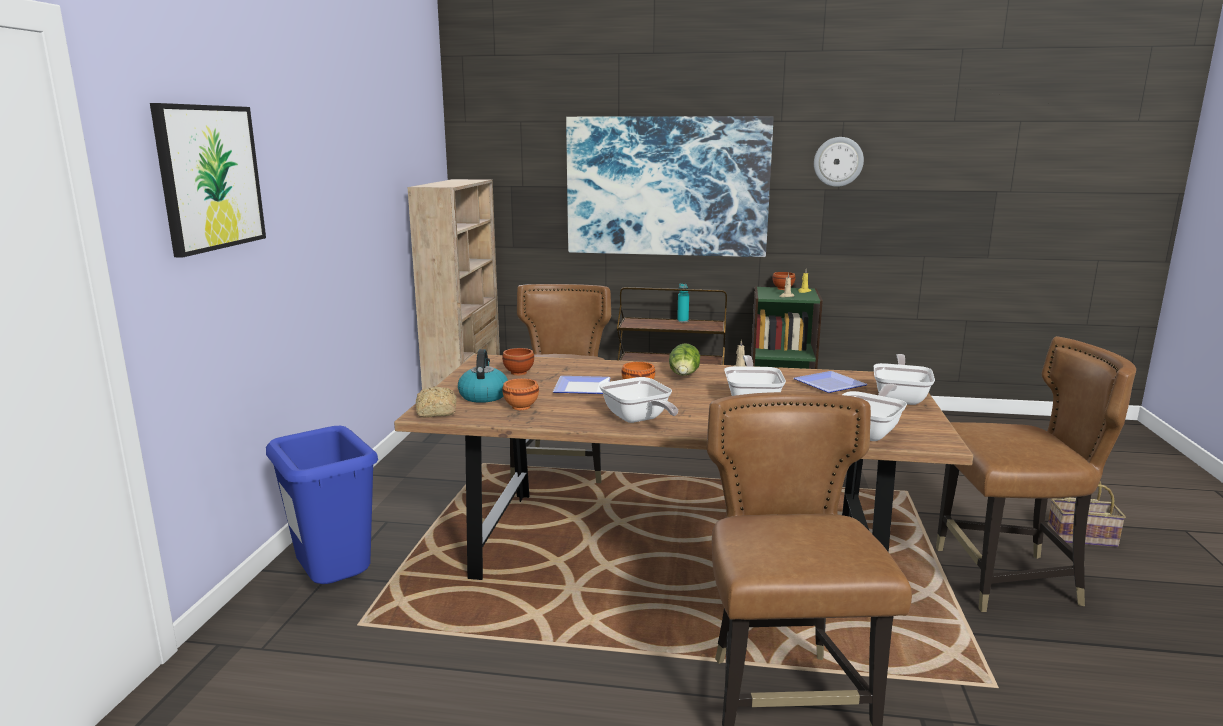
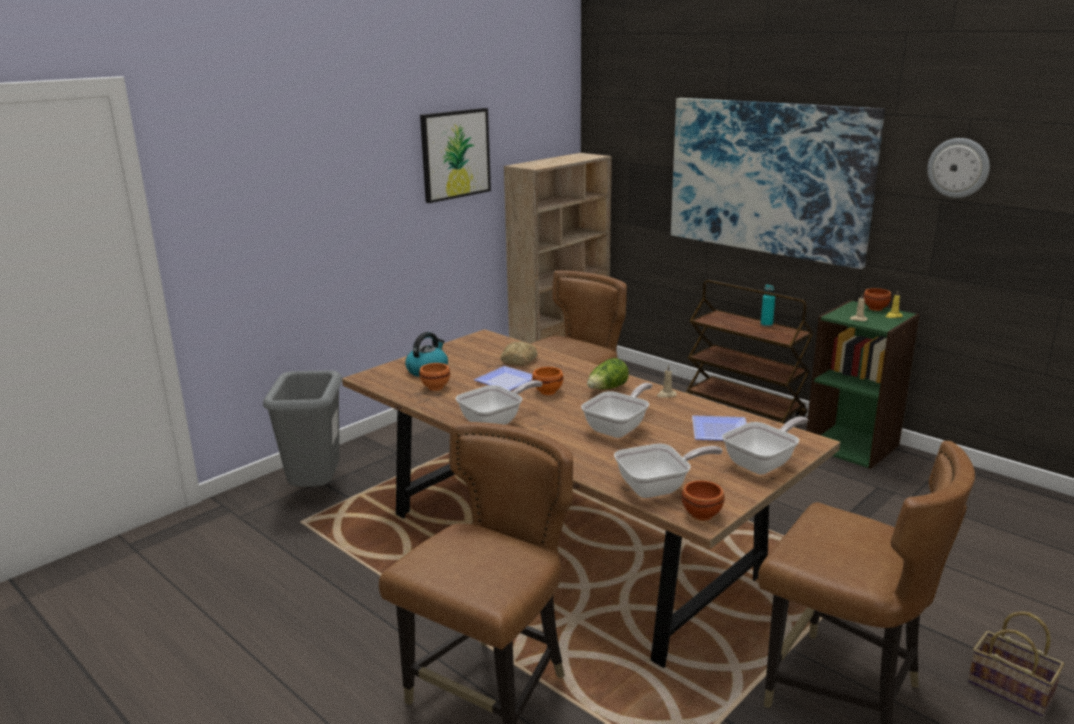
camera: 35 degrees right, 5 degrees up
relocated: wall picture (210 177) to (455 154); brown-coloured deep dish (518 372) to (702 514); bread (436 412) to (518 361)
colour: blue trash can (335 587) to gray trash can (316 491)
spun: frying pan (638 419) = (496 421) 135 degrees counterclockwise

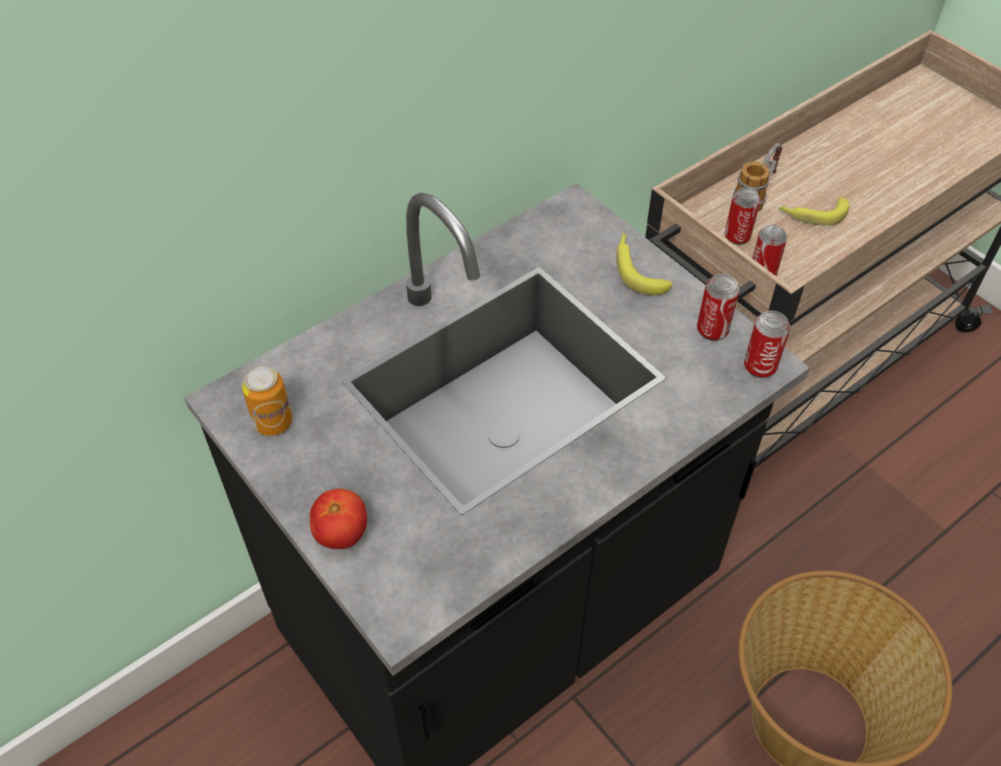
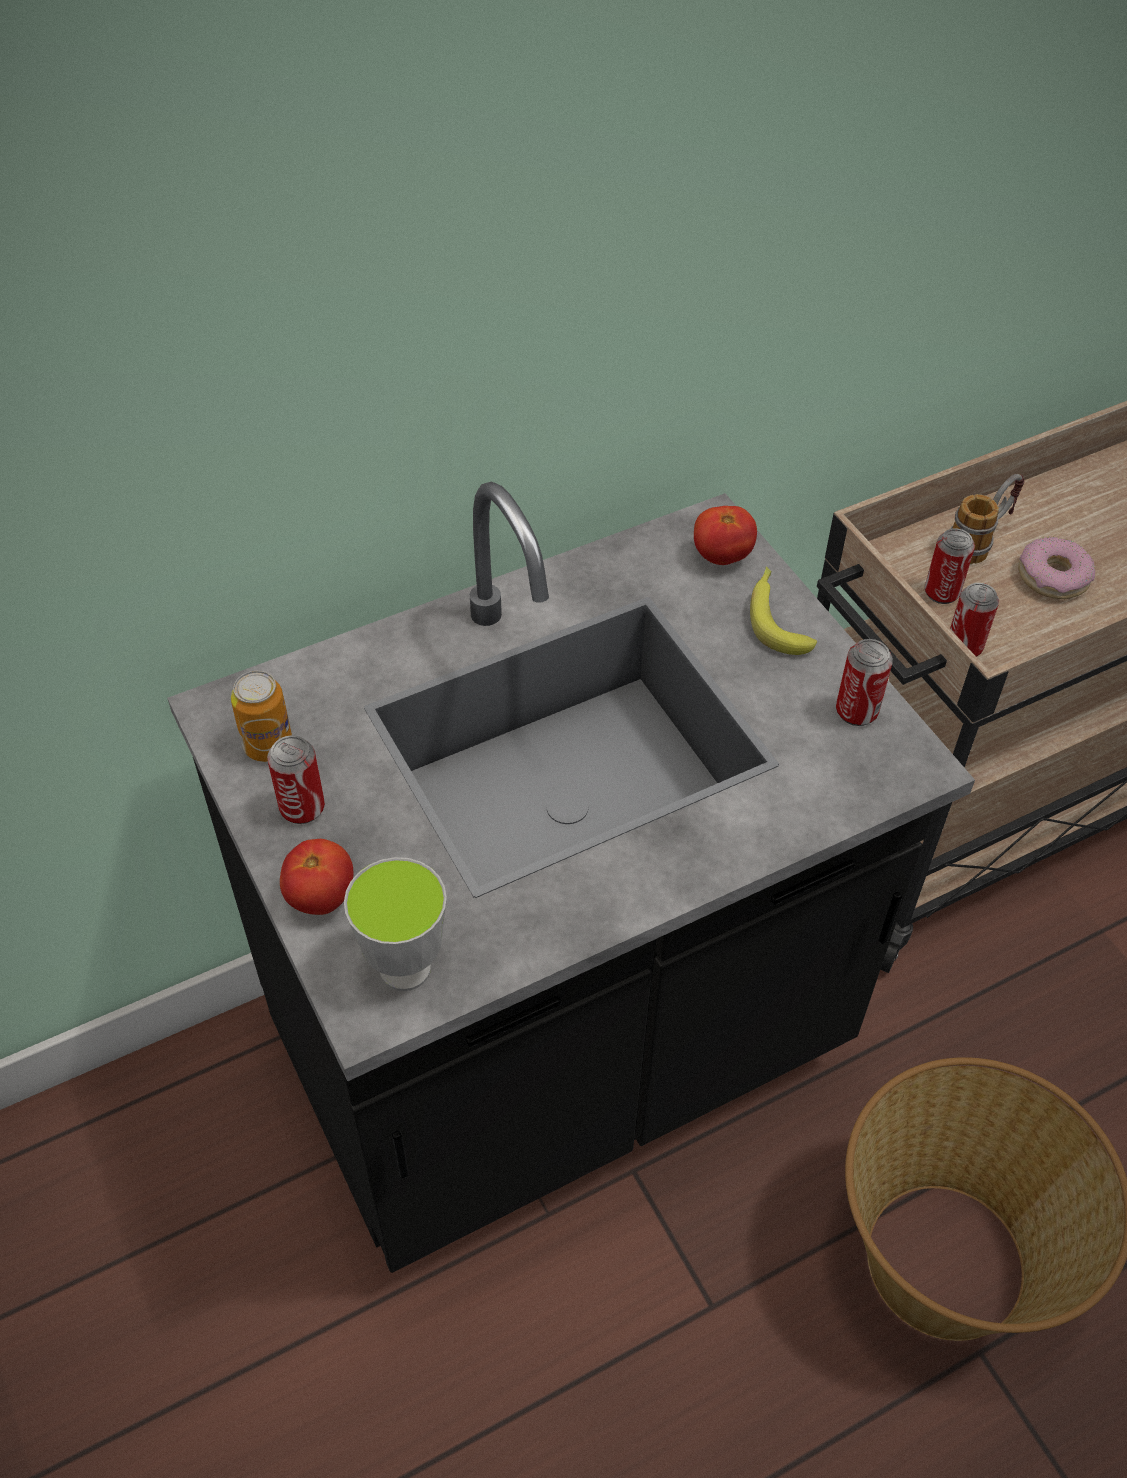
camera: 10 degrees right, 0 degrees up
appeared: tomato (722 556); cup (405 968)
relocated: sealed can (760 367) to (302 808)
exchanged: whole banana (812 214) to ring doughnut (1052 577)

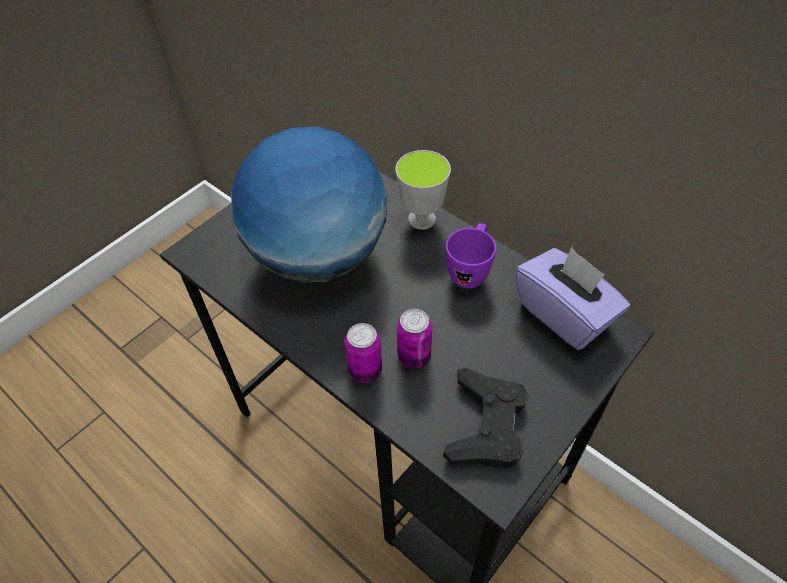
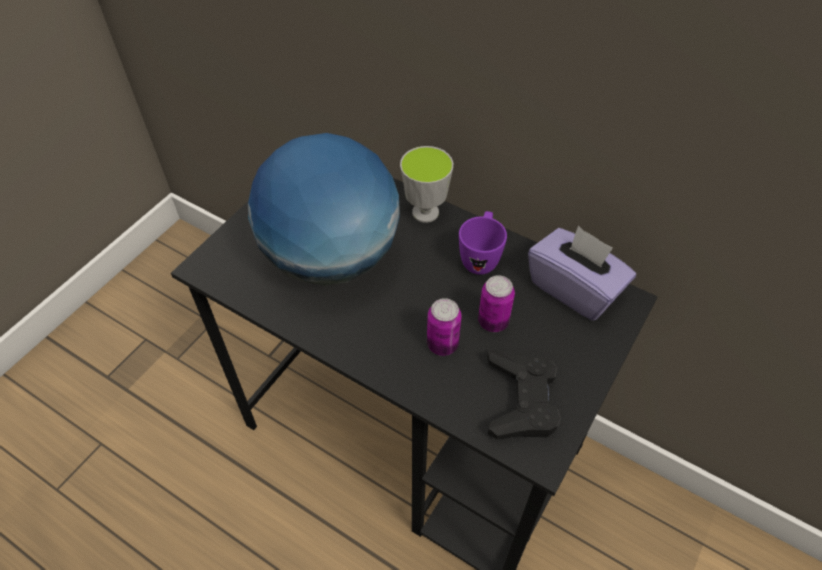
camera: 10 degrees left, 0 degrees up
relocated: sealed can (365 370) to (493 321)

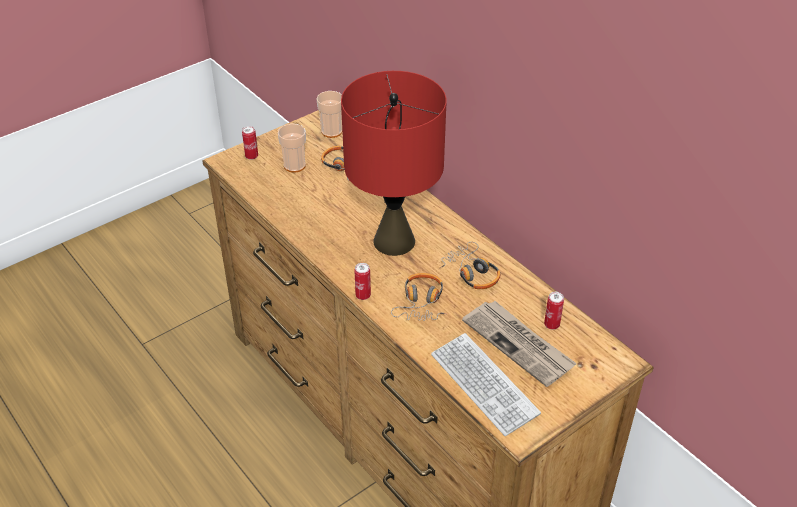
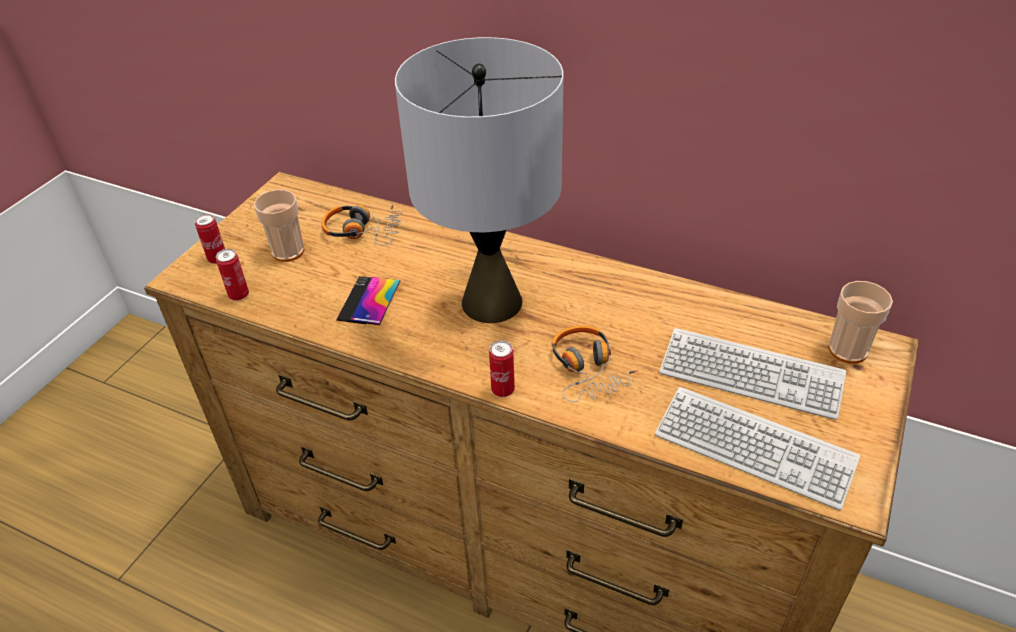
camera: 25 degrees left, 0 degrees up
missing: headset (471 272)
appeared: telephone (369 300)
relocated: cup (331 131) to (847 350); sealed can (551 325) to (239 295)
exchanged: daily paper (519 344) to keyboard (750 375)
colour: red tabletop lamp (393 241) to gray tabletop lamp (491 302)

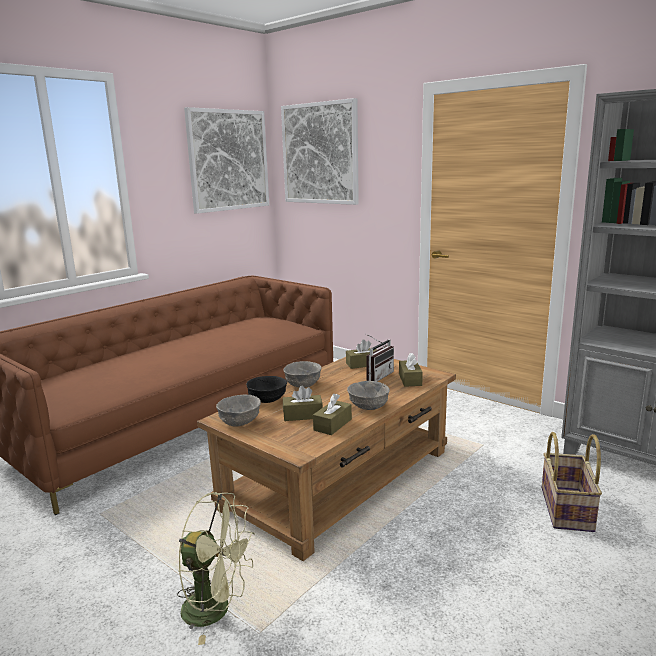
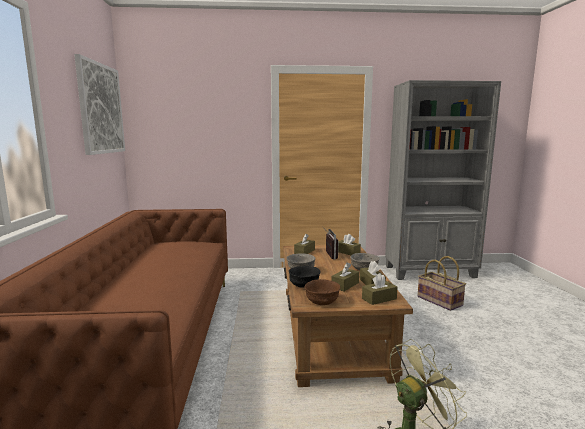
camera: 45 degrees left, 5 degrees down
missing: wall picture (320 153)
appeared: brown-coloured tissue box (379 299)
colour: gray deep dish (240 422) to brown-coloured deep dish (322 302)

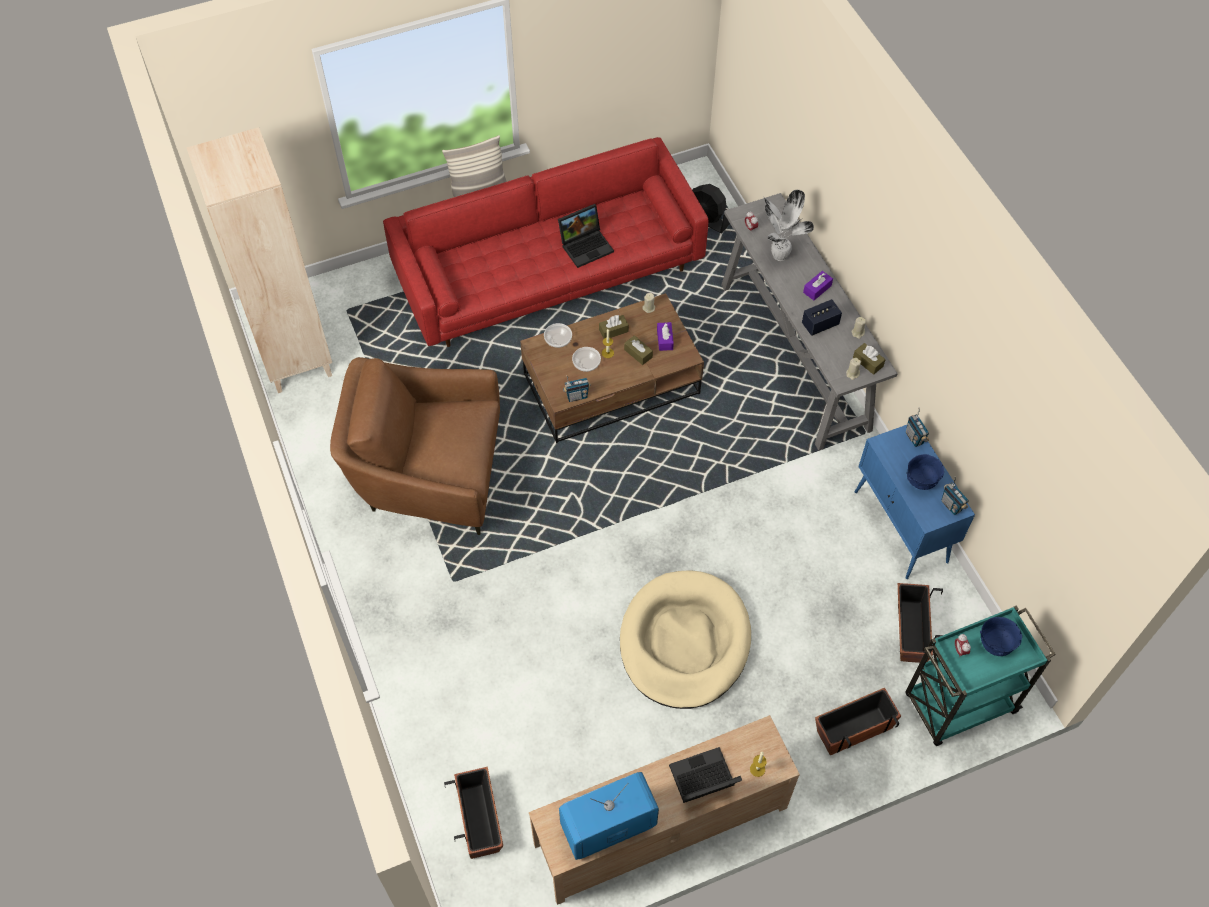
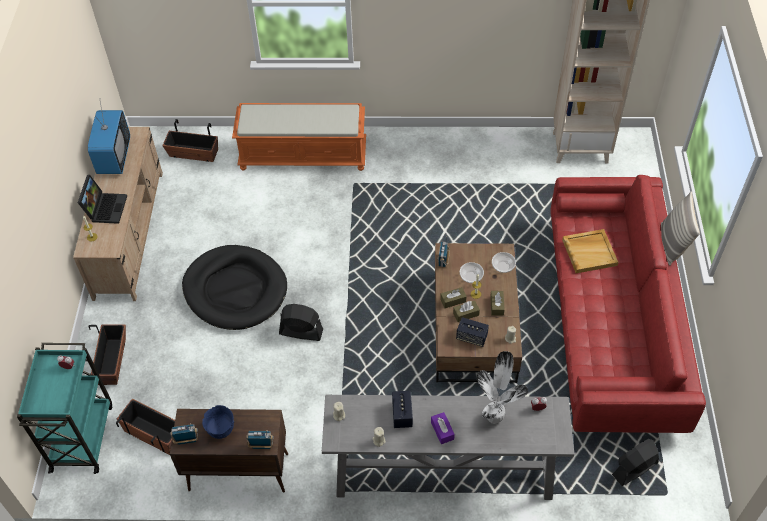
camera: 115 degrees right, 5 degrees down
missing: portable computer (586 245); brown-coloured easy chair (428 474); blue deep dish (995 644)
appeared: orange-coloured bench (304 155); beige tray (589 252); black cooling fan (301 332)
relocated: brown-coloured tissue box (868 362) to (453 300)
exchanged: purplish tissue box (665 340) to speaker (471 337)
colour: blue cabinet (901 527) to brown-coloured cabinet (237 472); beige pet bed (684 642) to black pet bed (235 290)

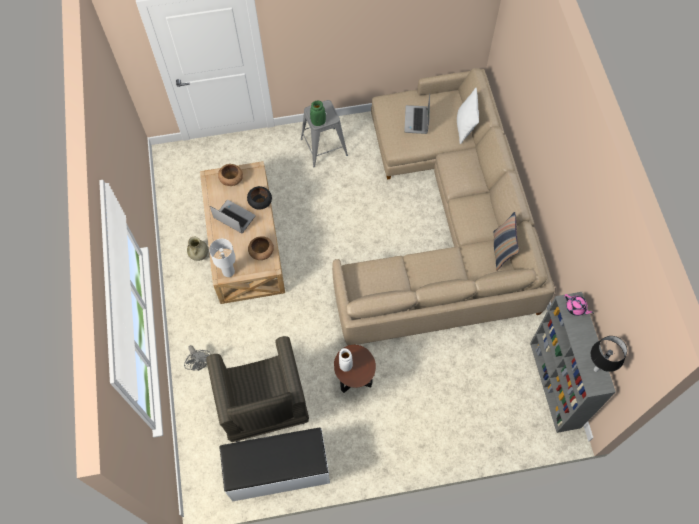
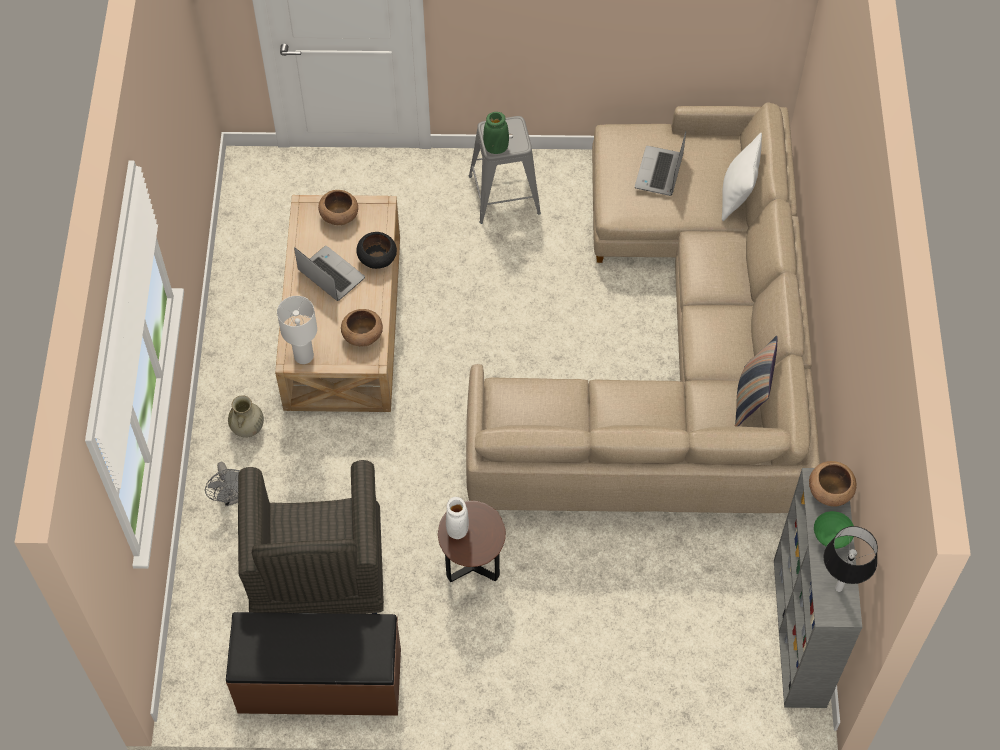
camera: 10 degrees right, 5 degrees down
appeared: green-coloured deep dish (830 538)
relocated: beige flower vase (199 255) to (248 428)
exchanged: pink-coloured tea pot (576 308) to brown-coloured deep dish (830 491)
colour: white-coloured bench (278 471) to brown-coloured bench (320 682)

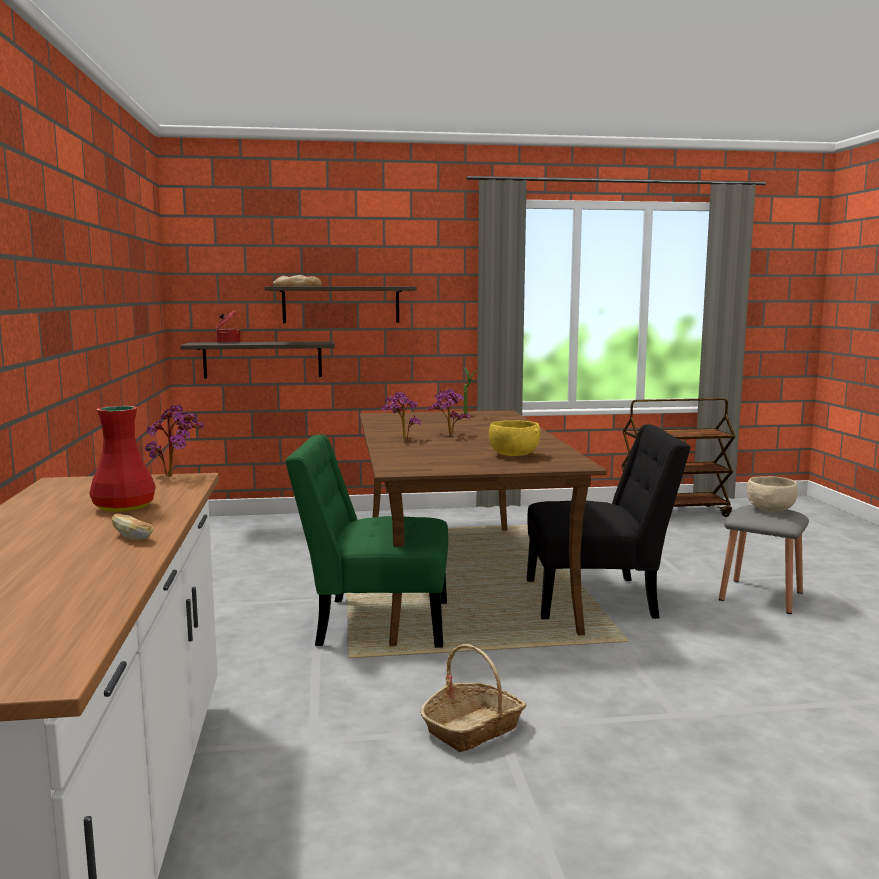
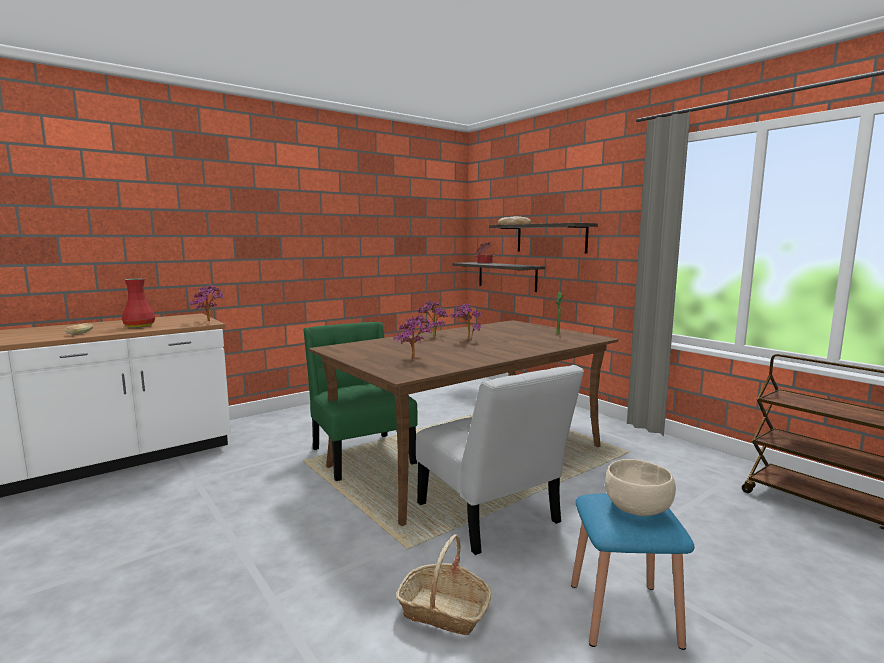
camera: 60 degrees right, 0 degrees up
relocated: storage basket (473 728) to (444 610)
exchanged: yellow deep dish (513 455) to plant in a pot (415 359)
colour: black chair (598 599) to white-coloured chair (491 517); gray stool (761 596) to blue stool (623 614)

